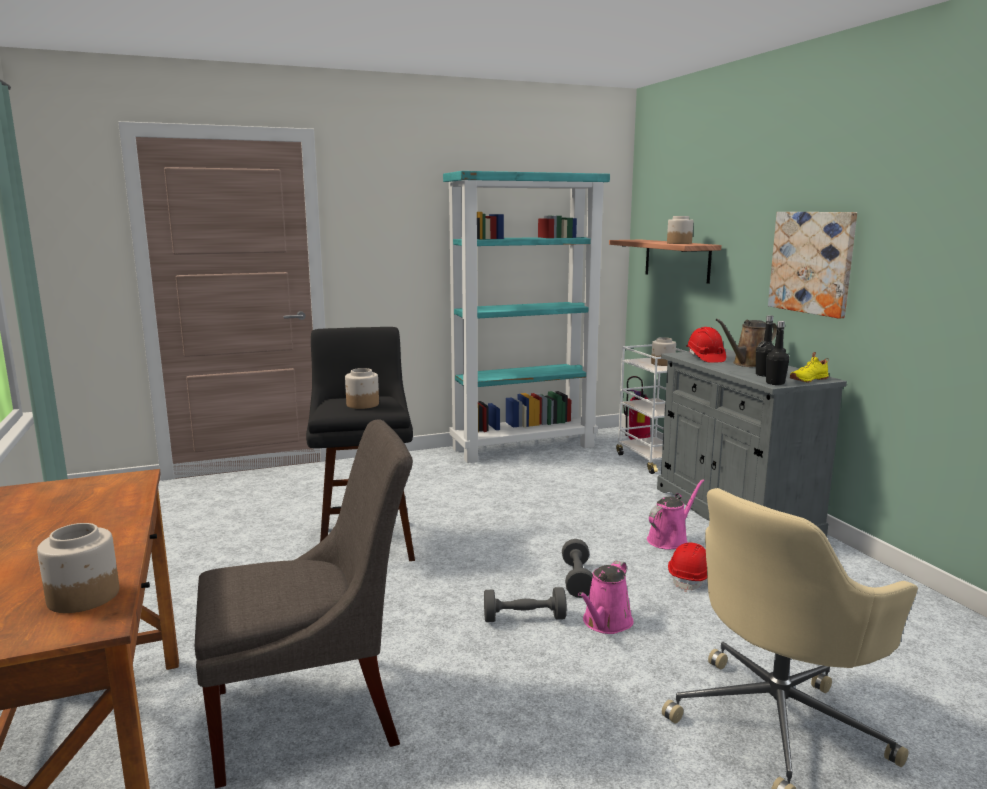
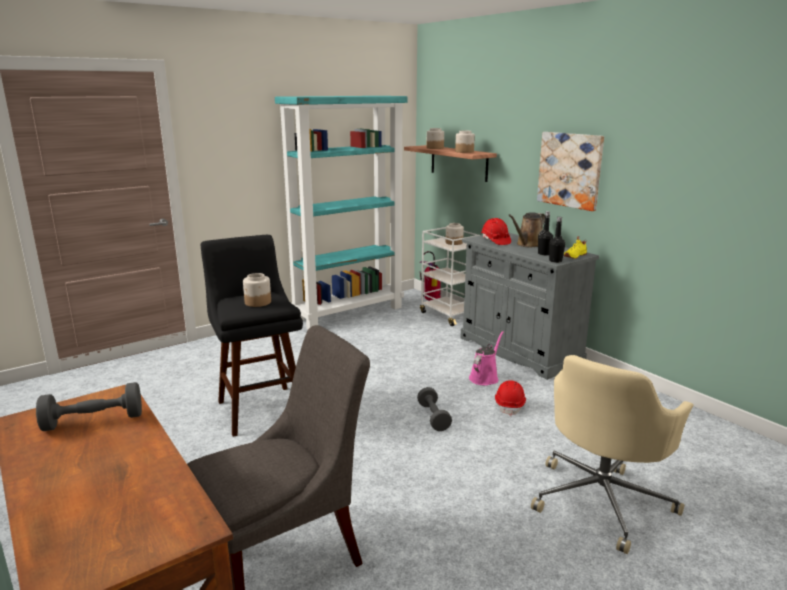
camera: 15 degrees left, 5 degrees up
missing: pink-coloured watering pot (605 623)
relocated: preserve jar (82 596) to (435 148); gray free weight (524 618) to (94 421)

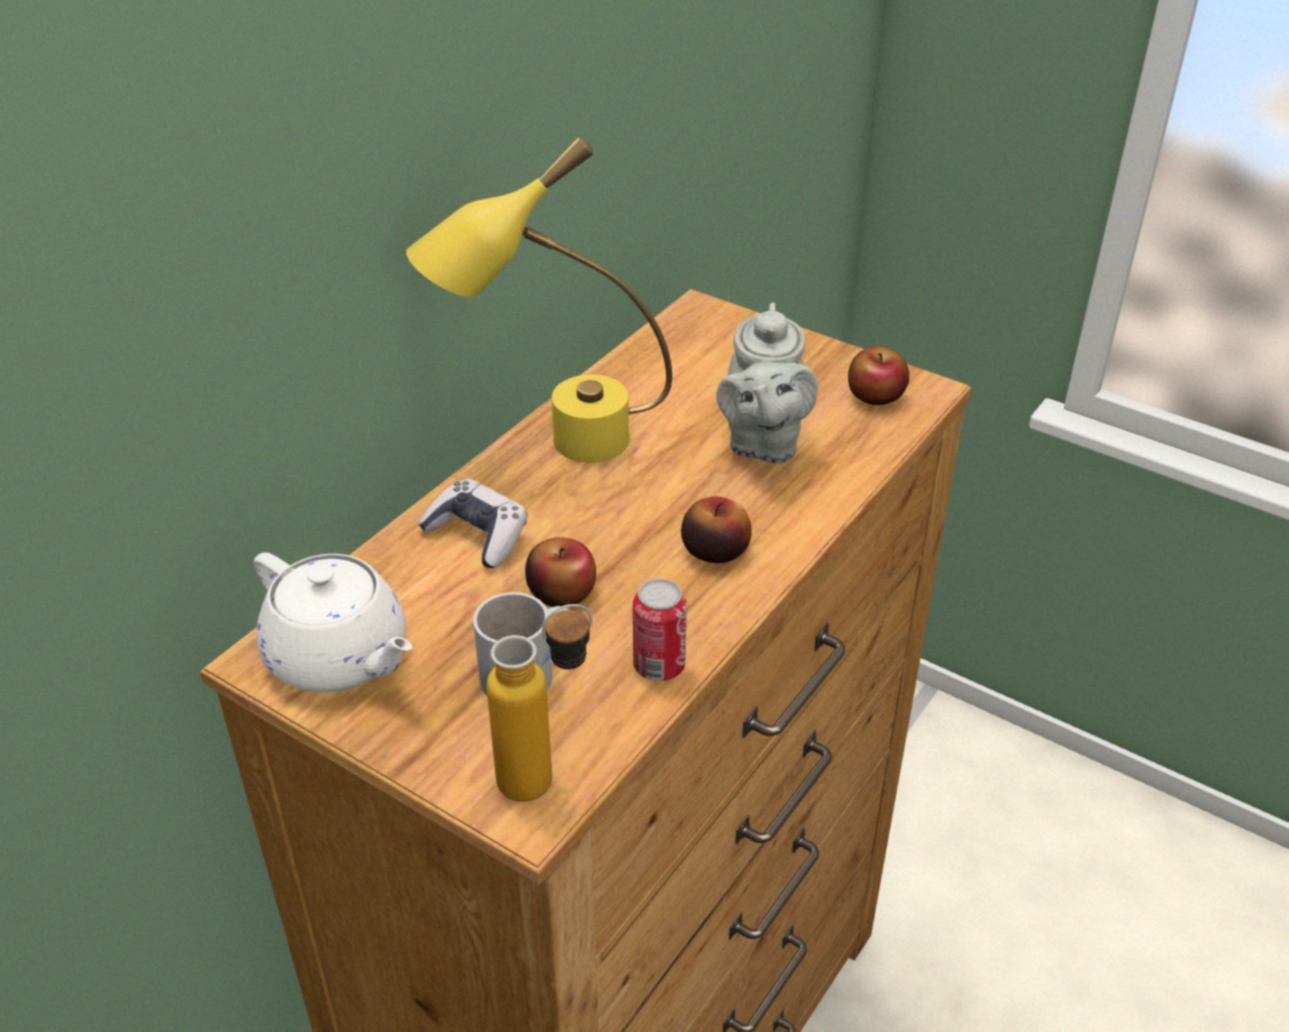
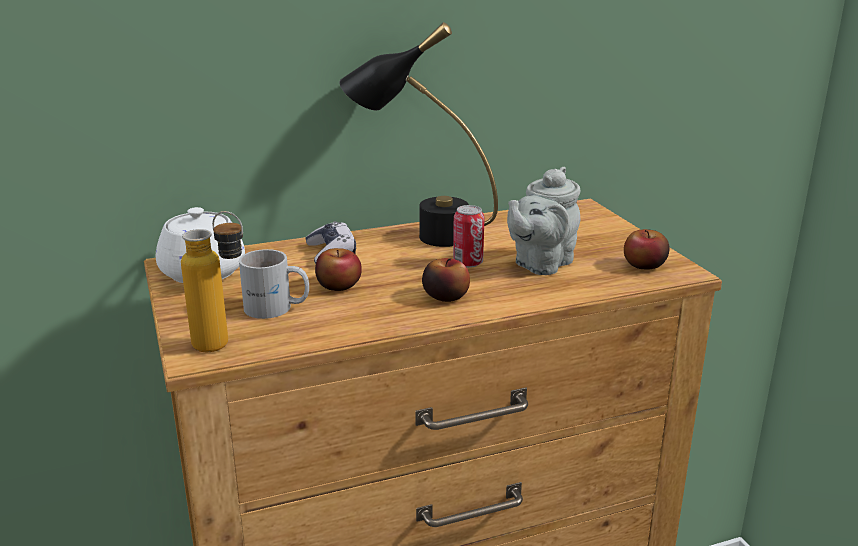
camera: 35 degrees right, 15 degrees down
relocated: sealed can (659 666) to (468 263)
colour: yellow tabletop lamp (554 446) to black tabletop lamp (420 234)

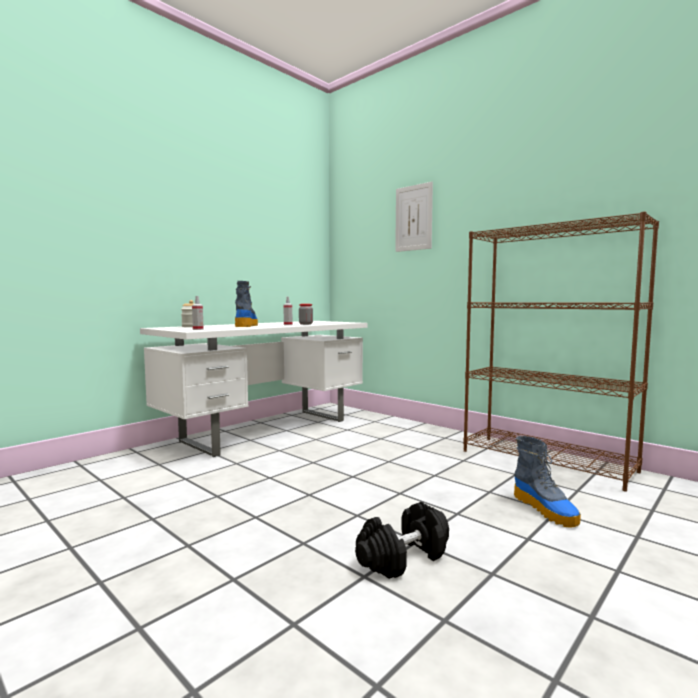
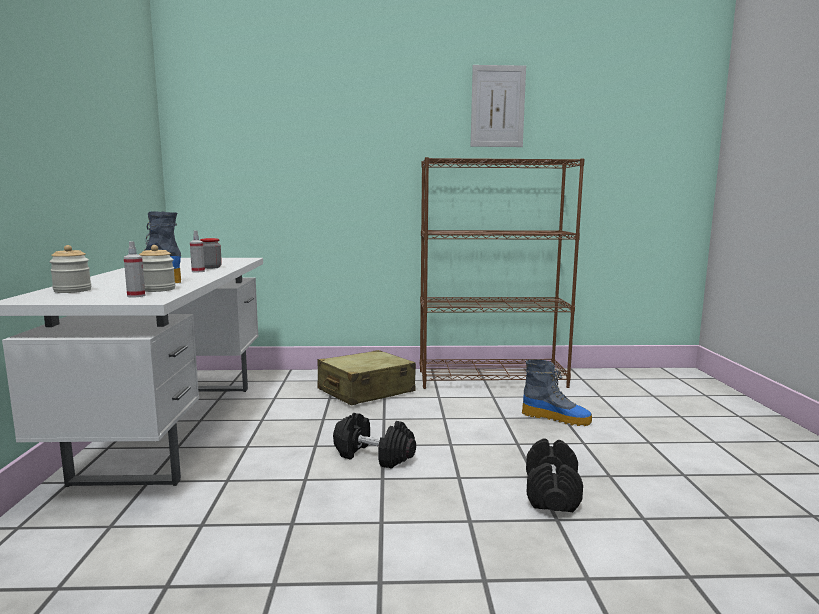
camera: 45 degrees left, 5 degrees up
appeared: preserve jar (158 289); beige piece of luggage (365 391); black free weight (374 456)
relocated: wall picture (413 218) to (497 106)

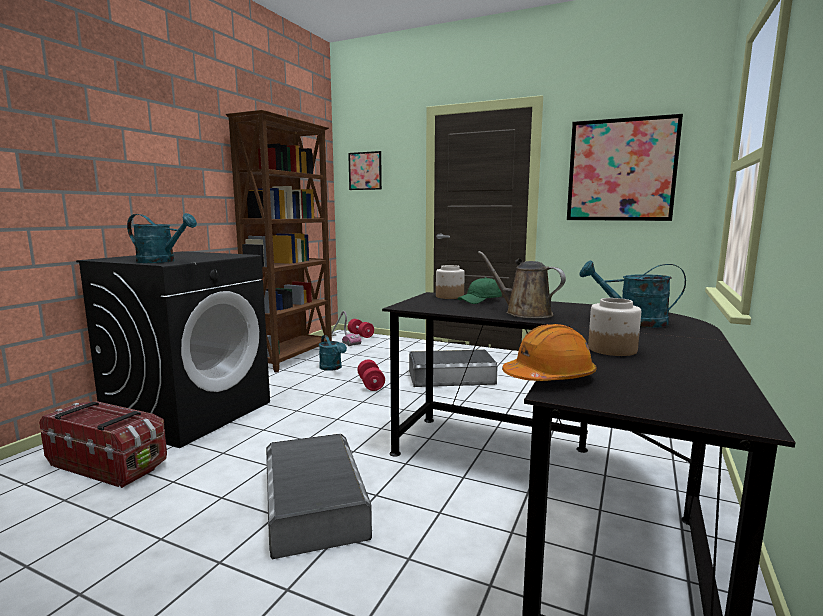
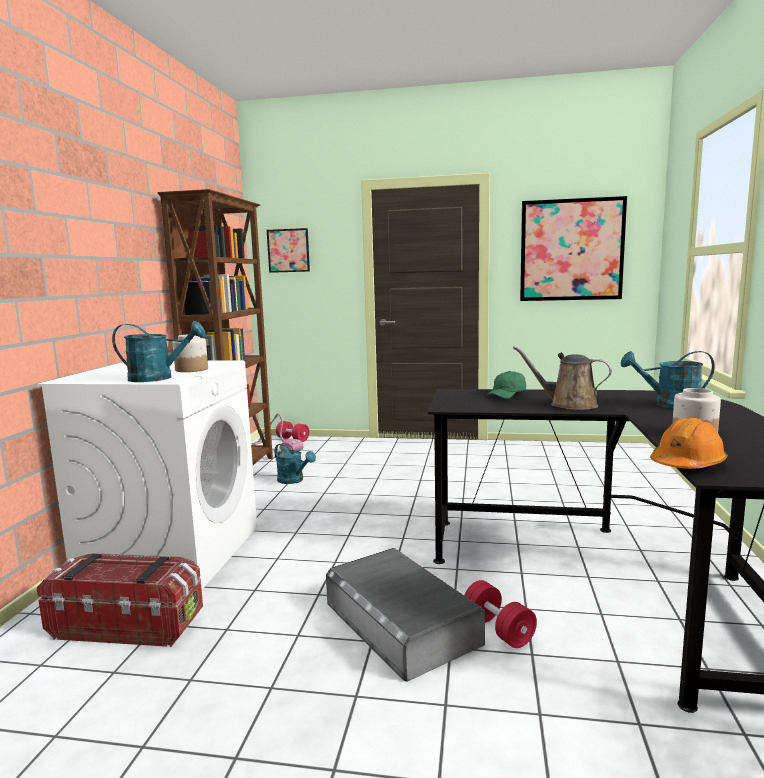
camera: 15 degrees left, 0 degrees up
missing: gray storage bin (451 377)
relocated: preserve jar (449 296) to (191 369); red free weight (371 384) to (498 629)
colour: black laundry machine (190 413) to white-coloured laundry machine (172 553)

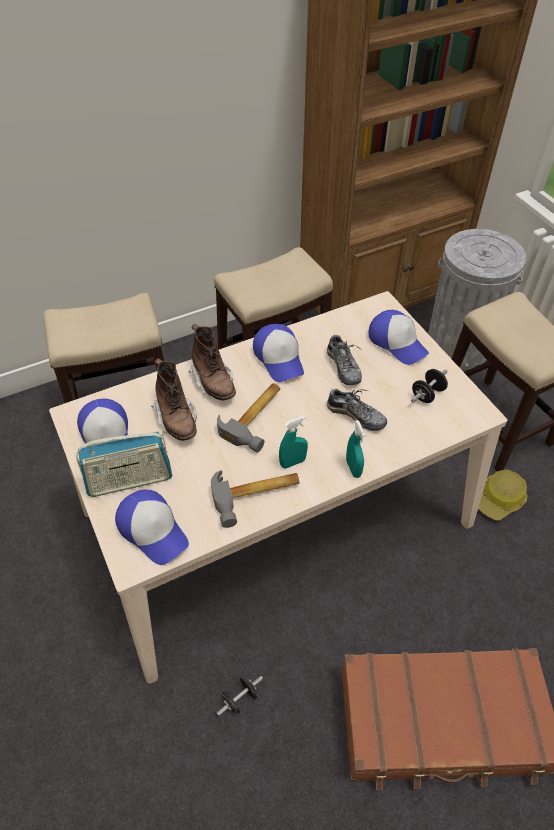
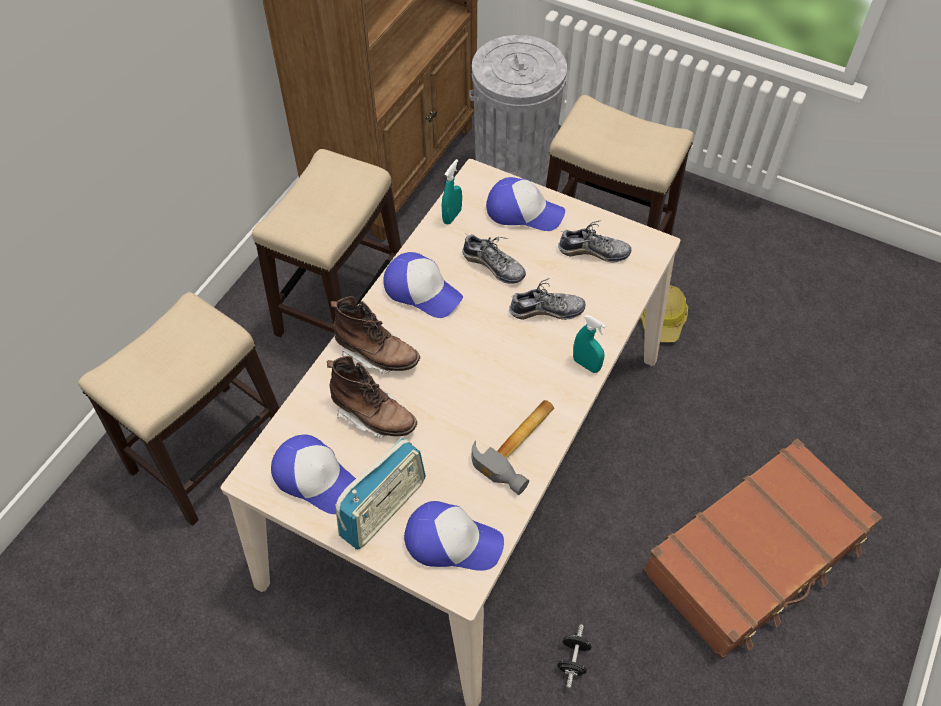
camera: 35 degrees left, 5 degrees up
missing: hand hammer (257 418)
relocated: blue-green hand sprayer (293 462) to (452 216)
exchanged: black free weight (427 394) to low shoe (593 251)

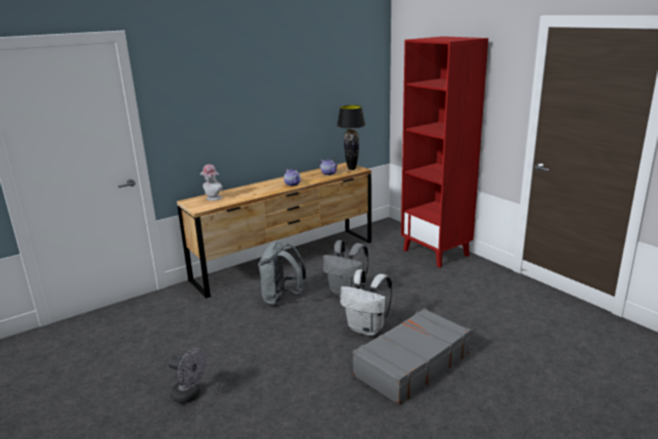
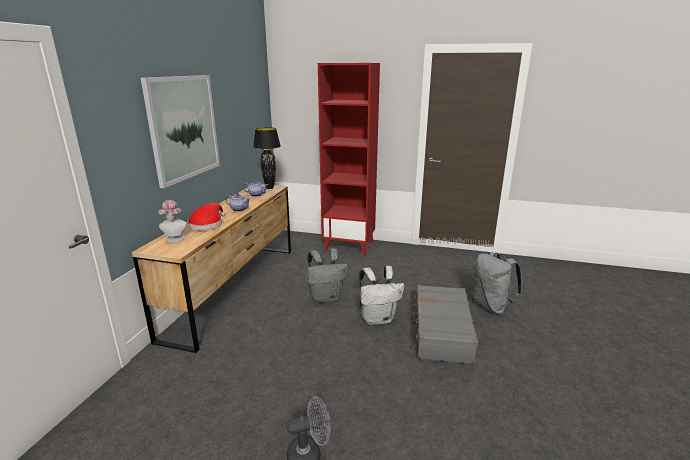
camera: 40 degrees left, 0 degrees up
appeared: wall picture (184 128); red hat (207 224)
relocated: gray rucksack (282 299) to (491 306)

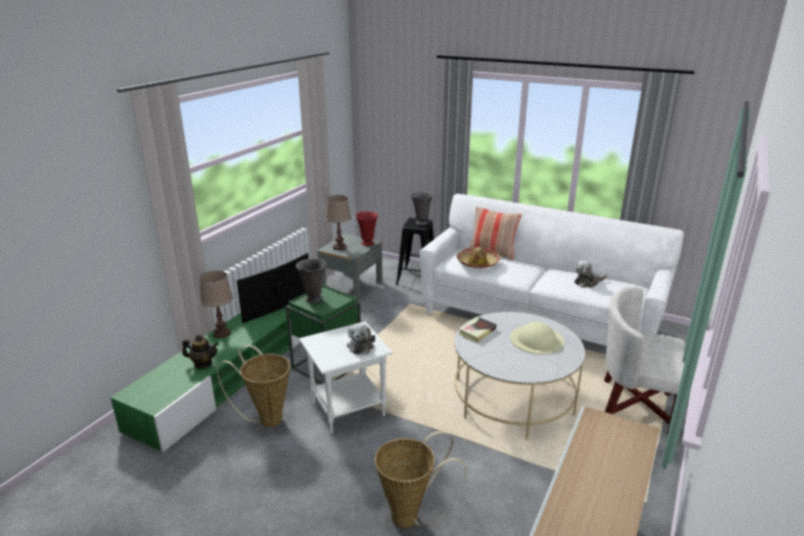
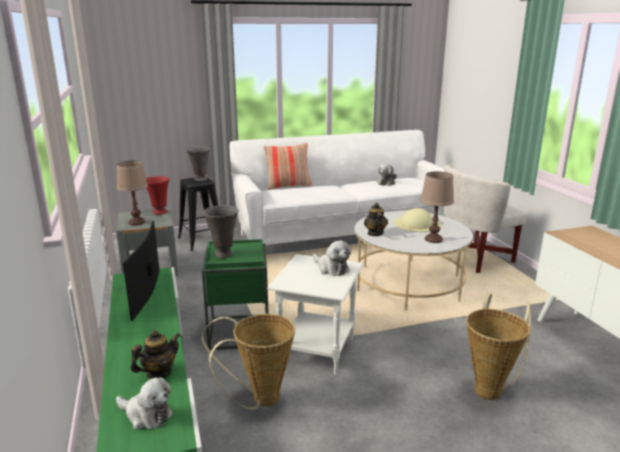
camera: 45 degrees left, 5 degrees down
missing: hat (478 263)
appeared: plush toy (146 415)
relocated: brown-coloured tabletop lamp (222 333) to (433 239)
exchanged: volume (477 332) to tea pot (375 233)

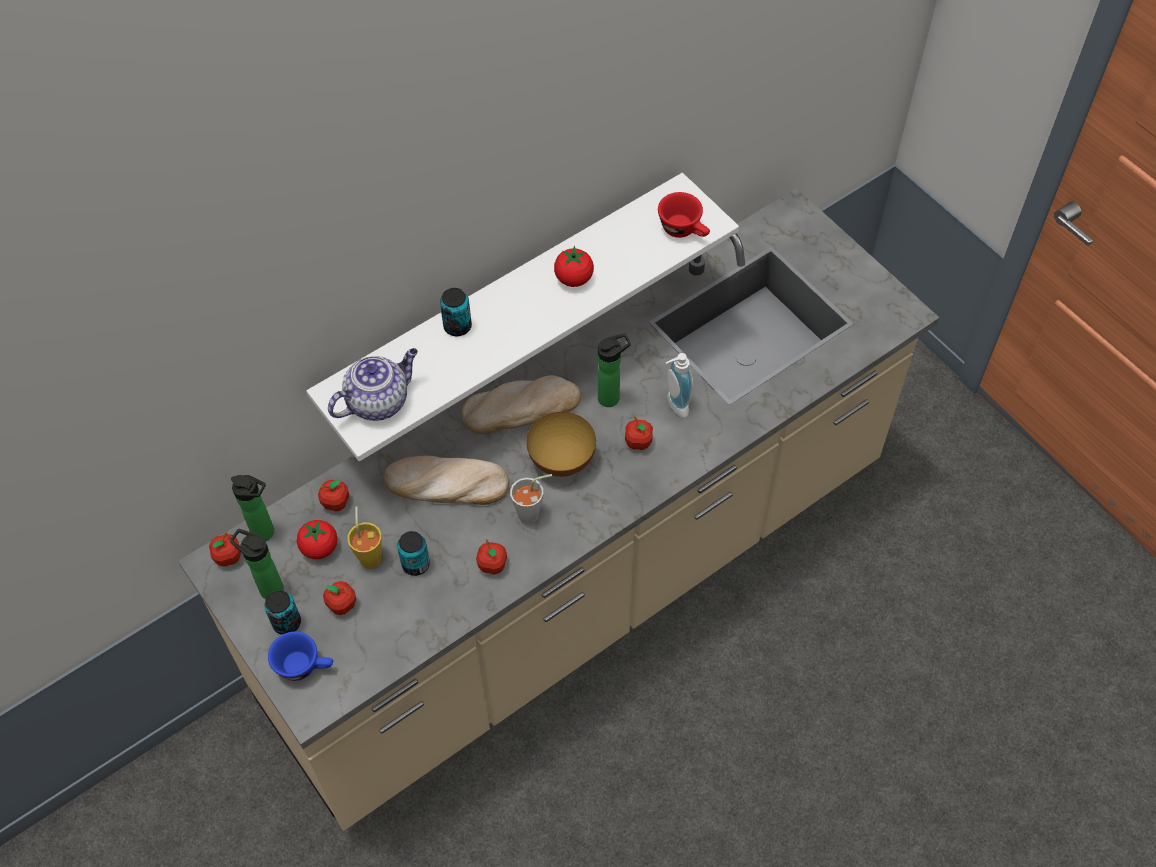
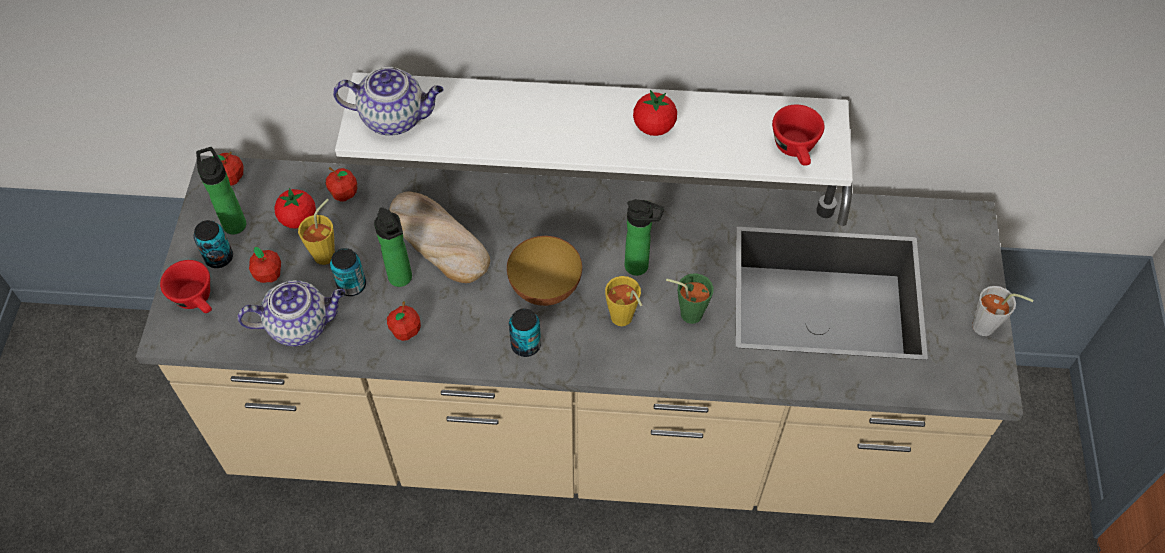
camera: 40 degrees right, 0 degrees up
missing: bread (521 408)
appeared: tea pot (301 325)
relocated: sealed can (457 326) to (526 345); gray cup (533 513) to (988 328); bottle (266 533) to (401 280)
exchanged: liquid soap bottle (674 406) to green-coloured cup (686 312); apple (638 443) to yellow cup (623 321)
colour: blue cup (305 666) to red cup (197 300)

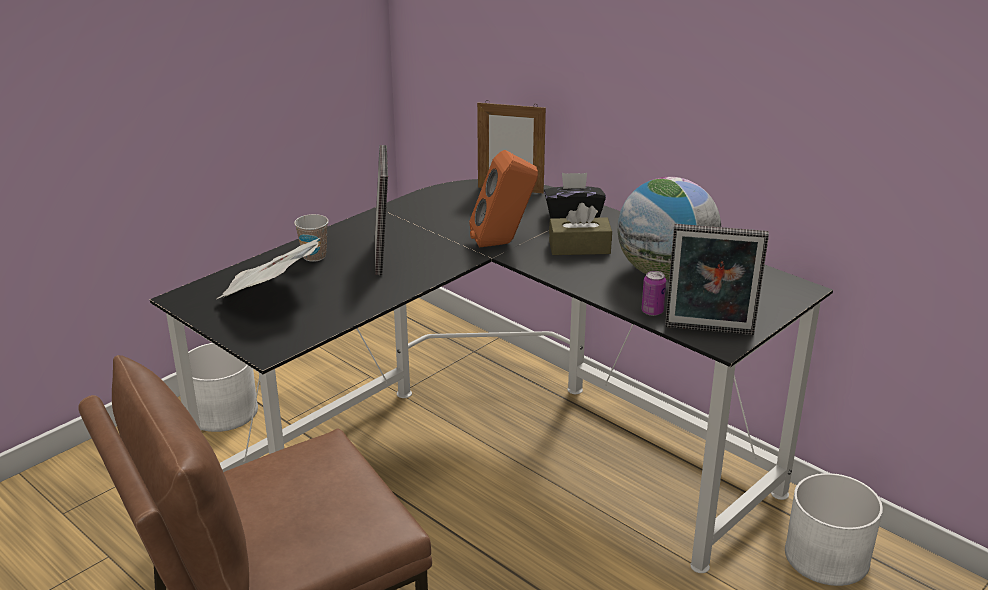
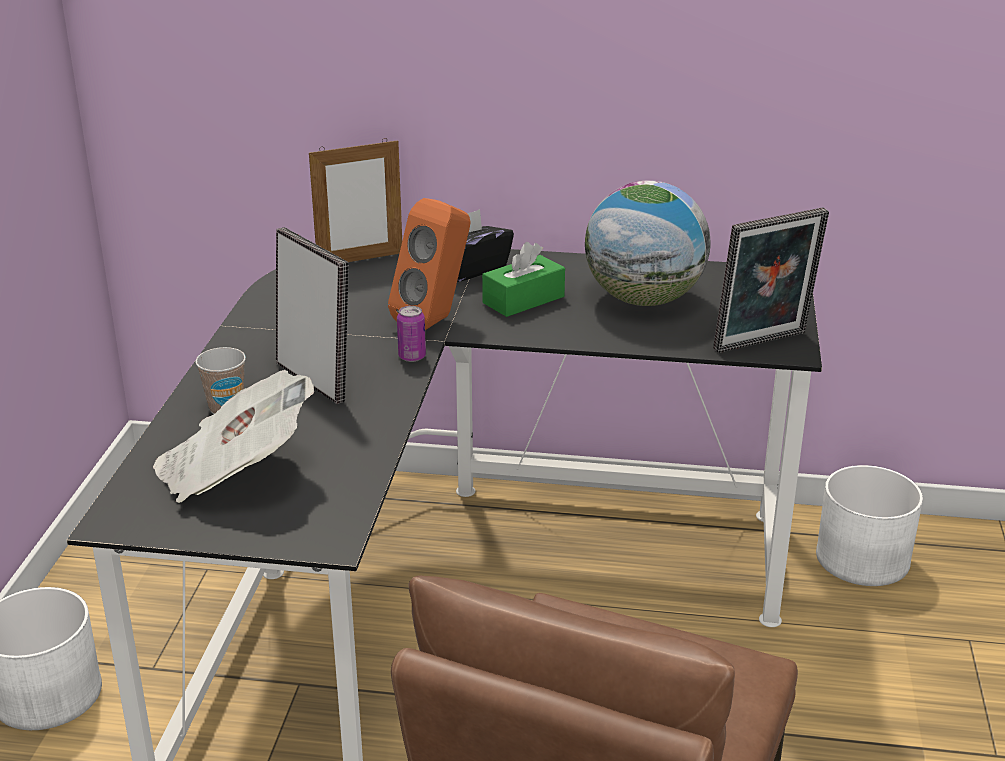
camera: 35 degrees left, 0 degrees up
relocated: sealed can (652 311) to (412 357)
colour: brown-coloured tissue box (579 247) to green-coloured tissue box (523 300)

